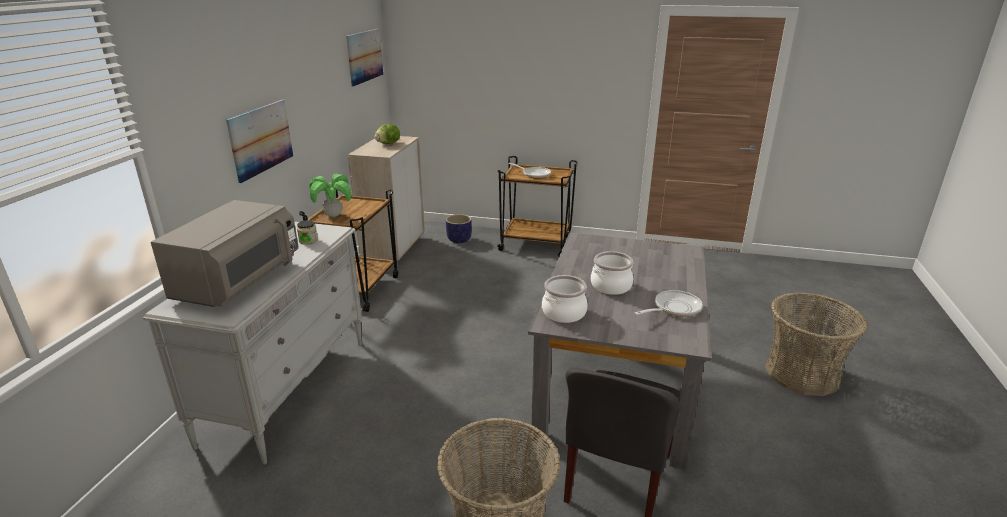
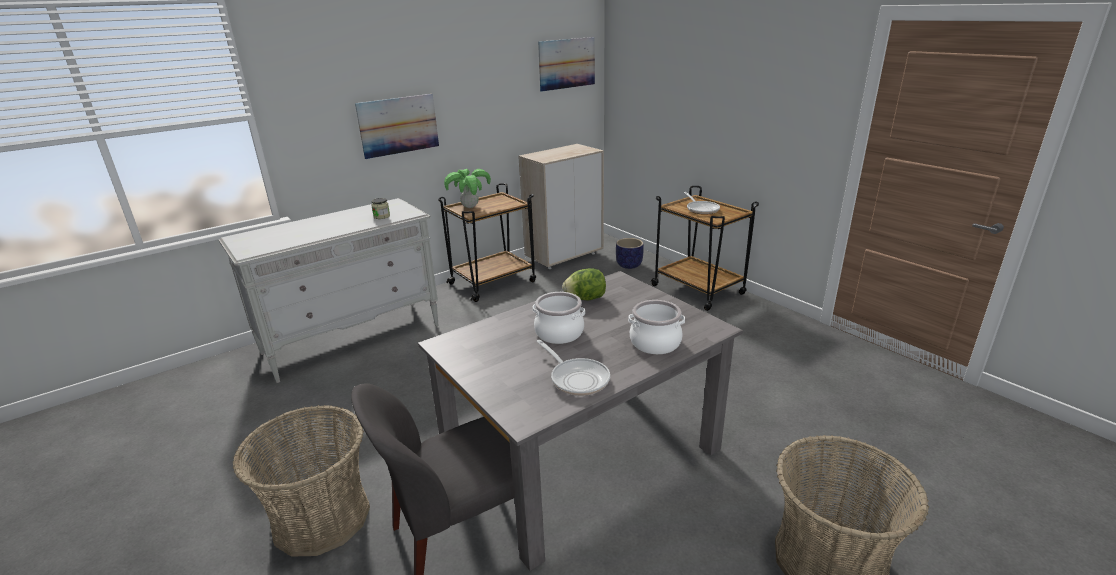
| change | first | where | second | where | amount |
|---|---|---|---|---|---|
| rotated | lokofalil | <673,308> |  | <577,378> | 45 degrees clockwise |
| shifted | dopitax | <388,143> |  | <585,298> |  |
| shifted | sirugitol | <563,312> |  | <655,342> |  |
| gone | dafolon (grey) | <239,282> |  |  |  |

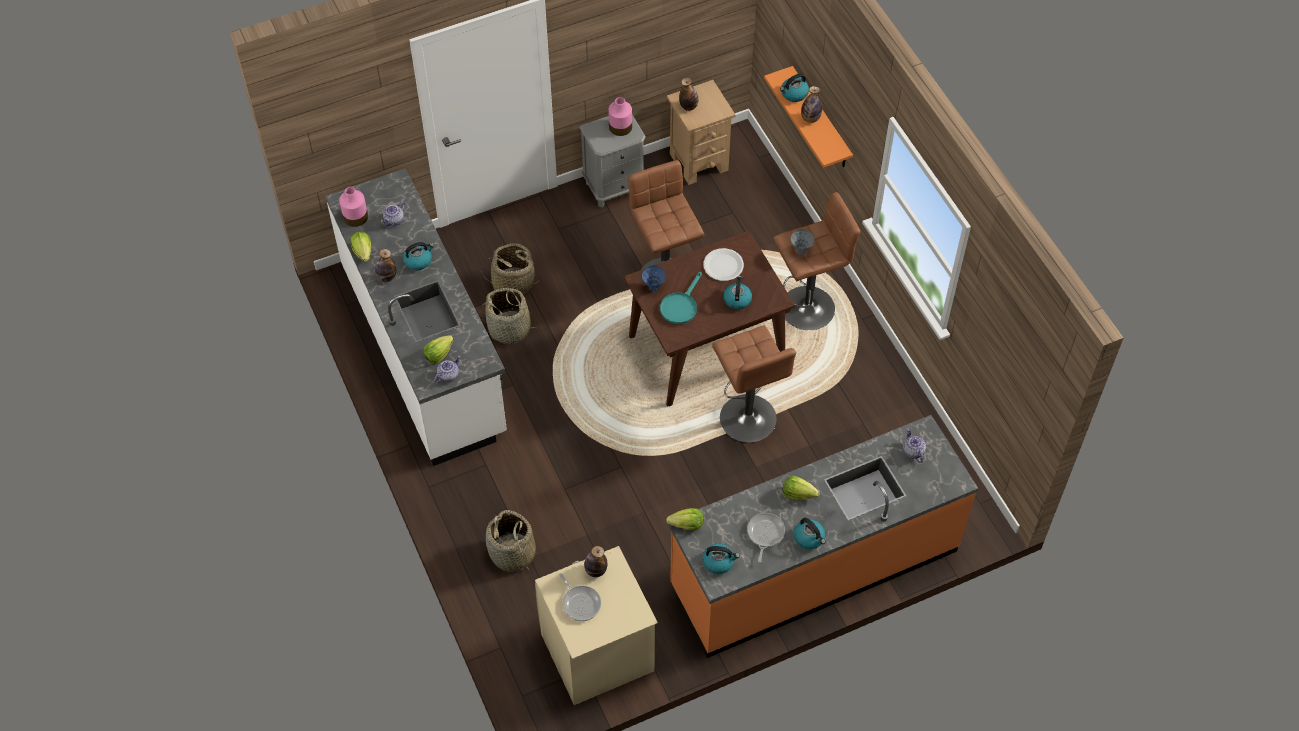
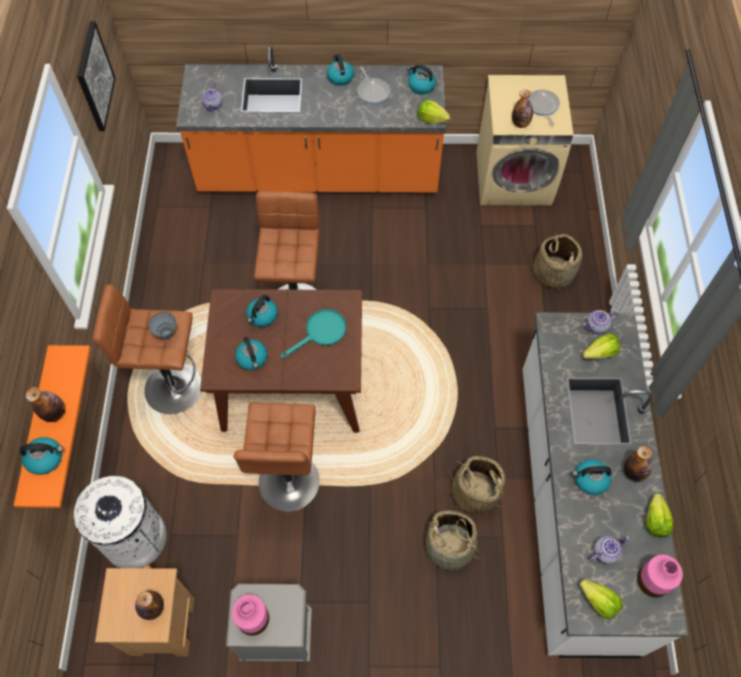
| change | first | where | second | where | amount |
|---|---|---|---|---|---|
| new |  |  | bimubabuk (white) | <136,539> |  |
| new |  |  | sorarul | <94,77> |  |
| swapped | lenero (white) | <723,265> | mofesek | <252,359> |  |
| rotated | lokofalil | <765,534> |  | <373,91> | 60 degrees counterclockwise |
| shifted | dopitax | <798,494> |  | <598,602> |  |
| gone | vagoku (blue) | <653,287> |  |  |  |

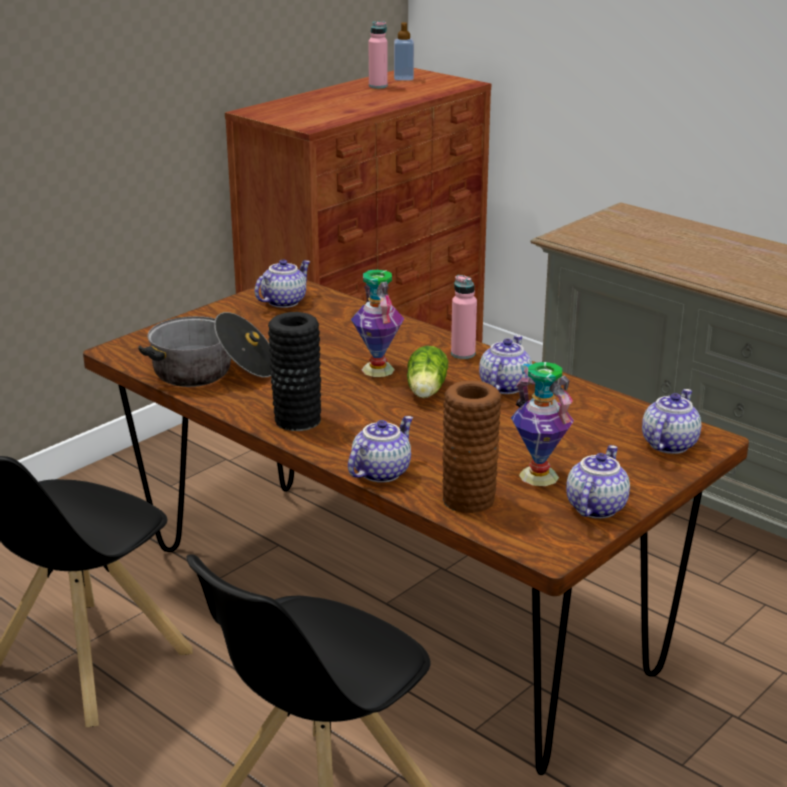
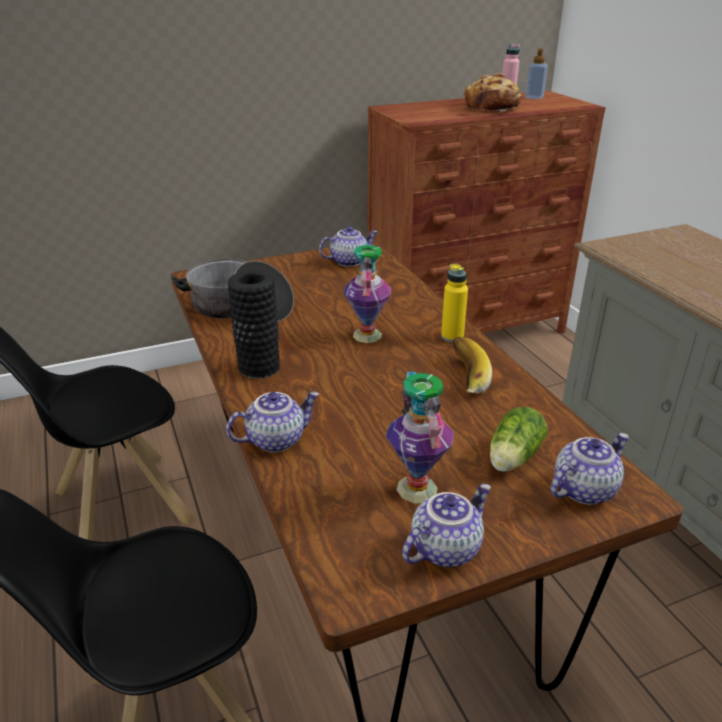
| change | first | where | second | where | amount |
|---|---|---|---|---|---|
| repainted | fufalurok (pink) | <463,354> | fufalurok (yellow) | <452,336> |  |
| swapped | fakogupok | <504,386> | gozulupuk | <463,377> |  |
| new |  |  | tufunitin | <492,108> |  |
| shifted | dopitax | <426,392> |  | <512,458> |  |
| gone | vagoku (brown) | <469,499> |  |  |  |

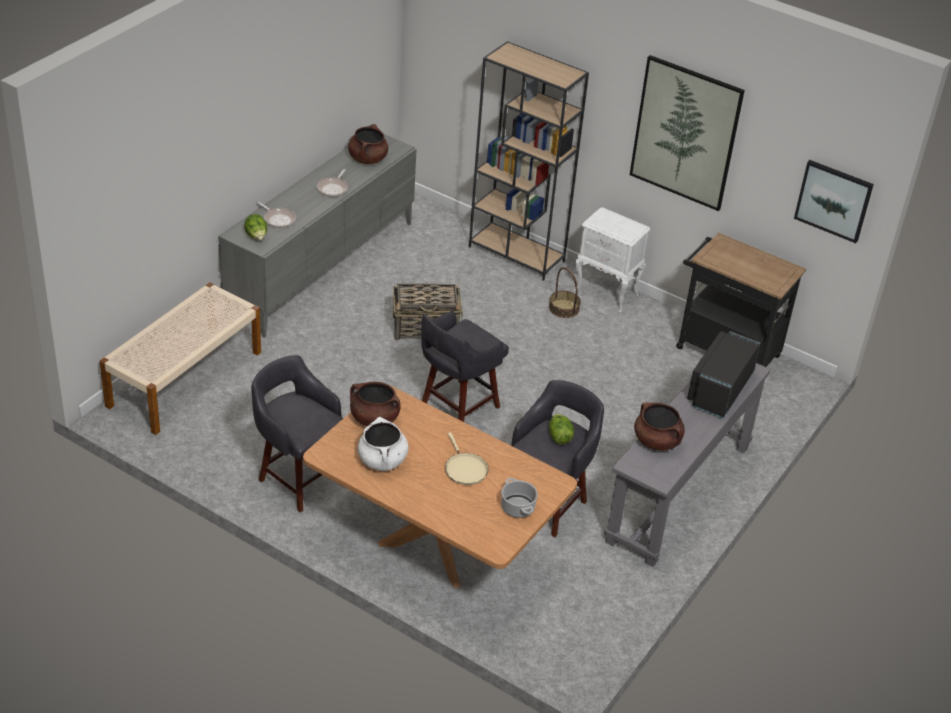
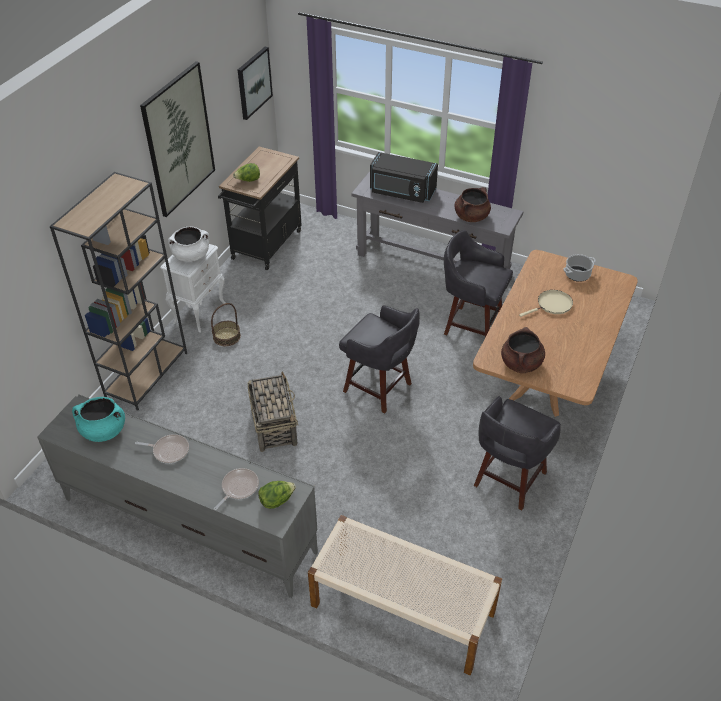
| change | first | where | second | where | amount |
|---|---|---|---|---|---|
| repainted | sirugitol (brown) | <367,159> | sirugitol (turquoise) | <103,431> |  |
| shifted | sirugitol (white) | <382,460> |  | <191,255> |  |
| shifted | dopitax | <559,437> |  | <248,180> |  |

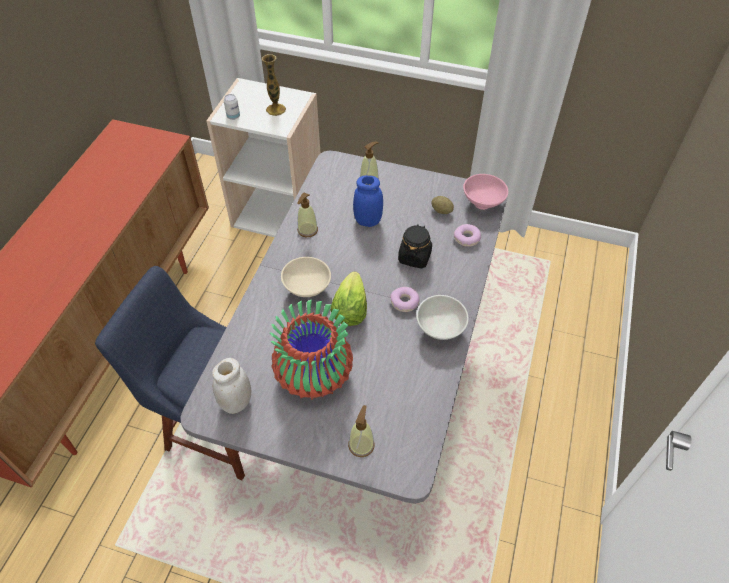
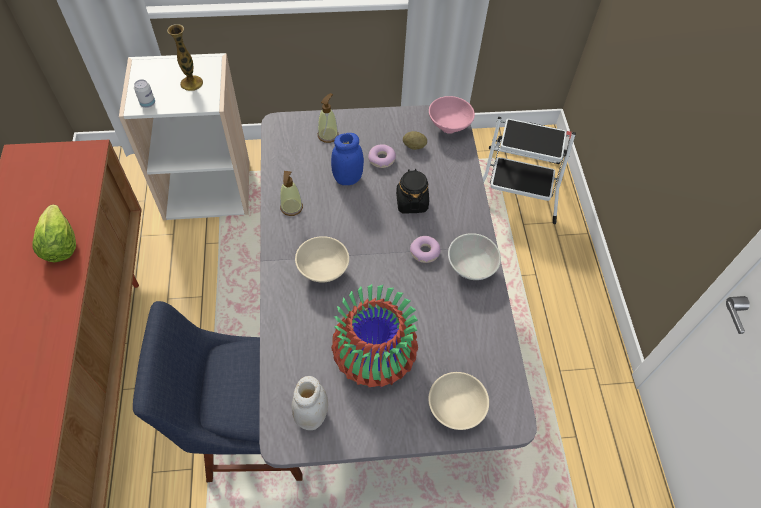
| change | first | where | second | where | amount |
|---|---|---|---|---|---|
| shifted | dopitax | <350,310> |  | <60,245> |  |
| shifted | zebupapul | <467,238> |  | <382,159> |  |
| swapped | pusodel | <361,445> | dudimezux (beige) | <454,410> |  |
| new |  |  | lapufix | <518,185> |  |

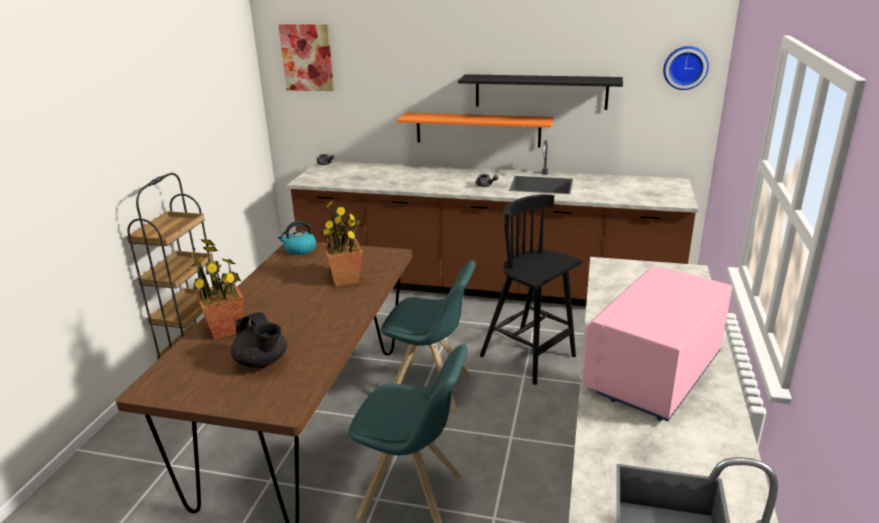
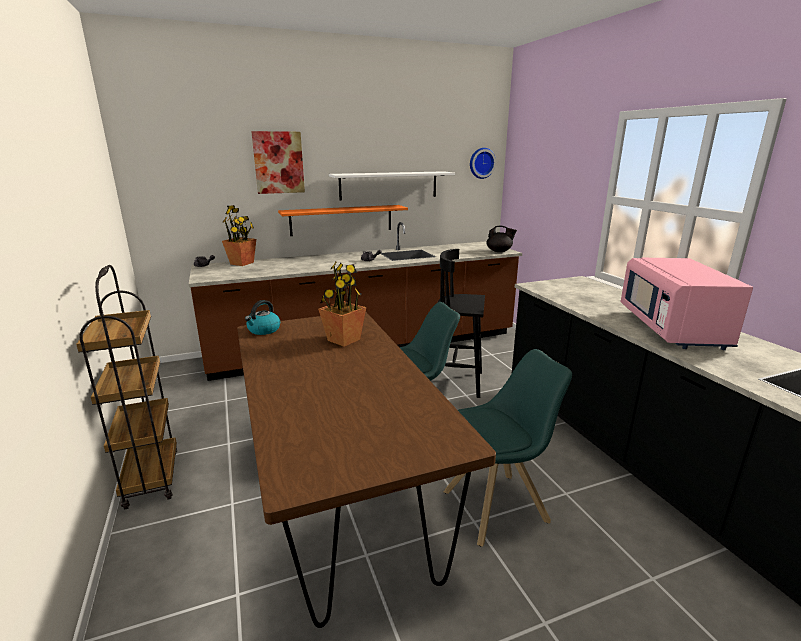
| change | first | where | second | where | amount |
|---|---|---|---|---|---|
| shifted | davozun | <226,329> |  | <242,263> |  |
| shifted | sorarul | <307,57> |  | <278,162> |  |
| repainted | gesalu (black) | <540,91> | gesalu (white) | <389,185> |  |
| shifted | fakogupok (black) | <262,362> |  | <499,251> |  |

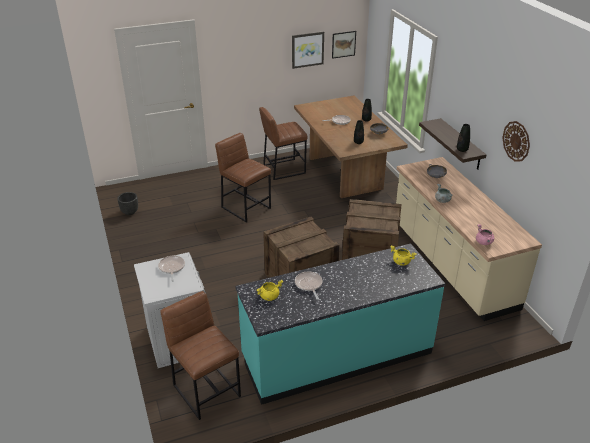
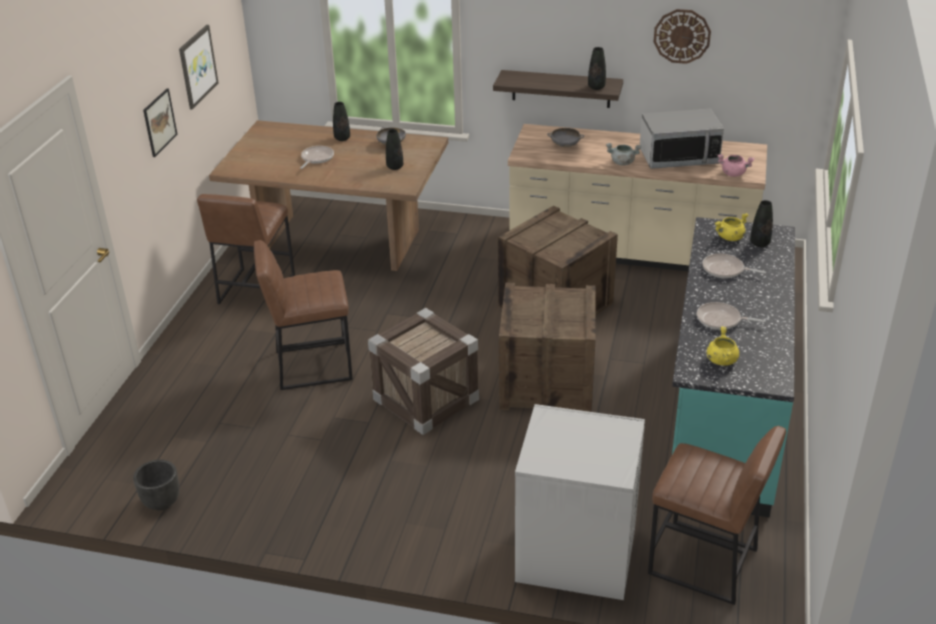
| change | first | where | second | where | amount |
|---|---|---|---|---|---|
| shifted | sorarul | <343,44> |  | <159,122> |  |
| new |  |  | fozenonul | <426,399> |  |
| new |  |  | dafolon | <678,157> |  |
| rotated | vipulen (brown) | <206,390> |  | <705,562> | 150 degrees counterclockwise |
| shifted | lokofalil | <171,268> |  | <725,270> |  |
| new |  |  | vagoku (black) | <759,243> |  |

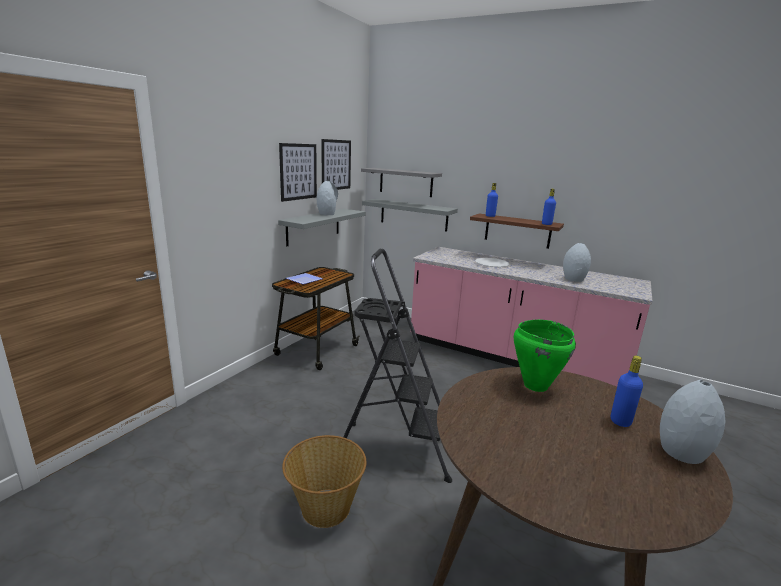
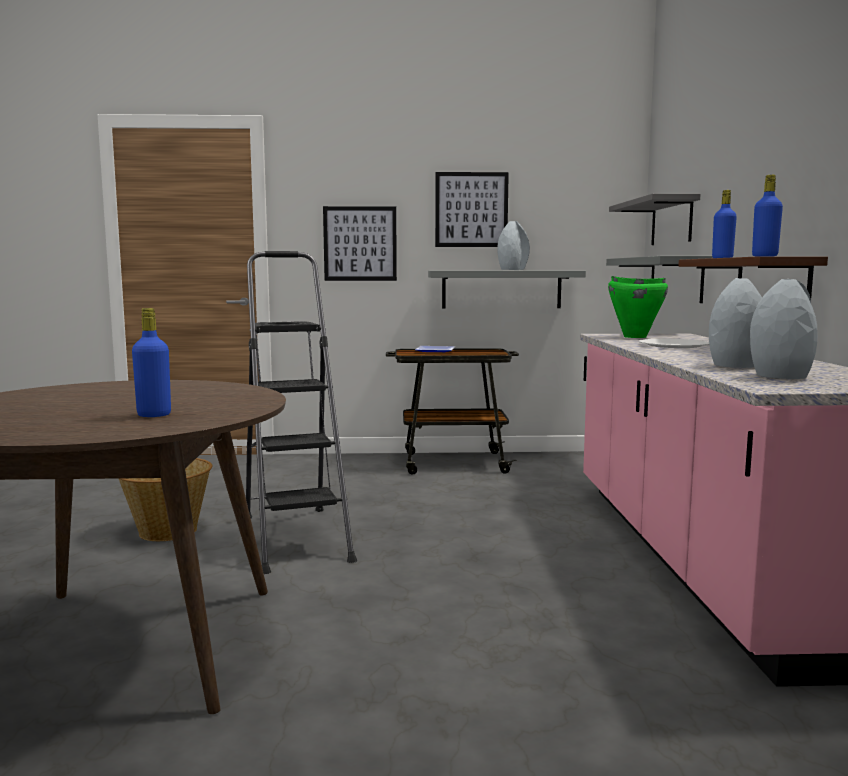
| change | first | where | second | where | amount |
|---|---|---|---|---|---|
| shifted | sorarul | <336,165> |  | <360,243> |  |
| shifted | sirugitol (green) | <535,385> |  | <634,337> |  |
| shifted | vagoku (grey) | <680,452> |  | <780,376> |  |

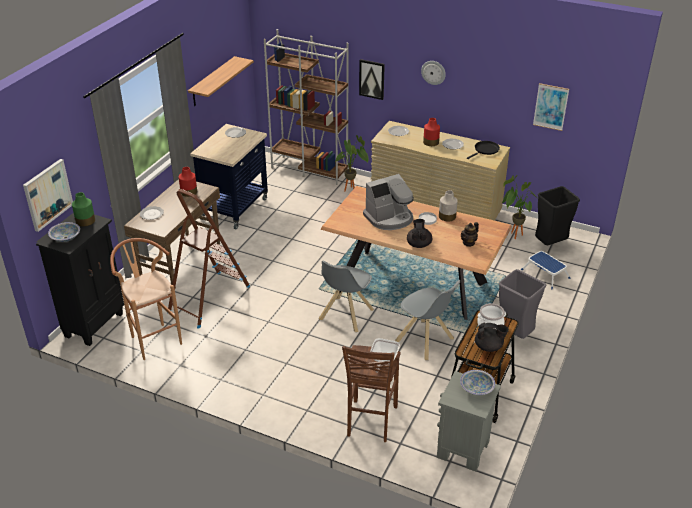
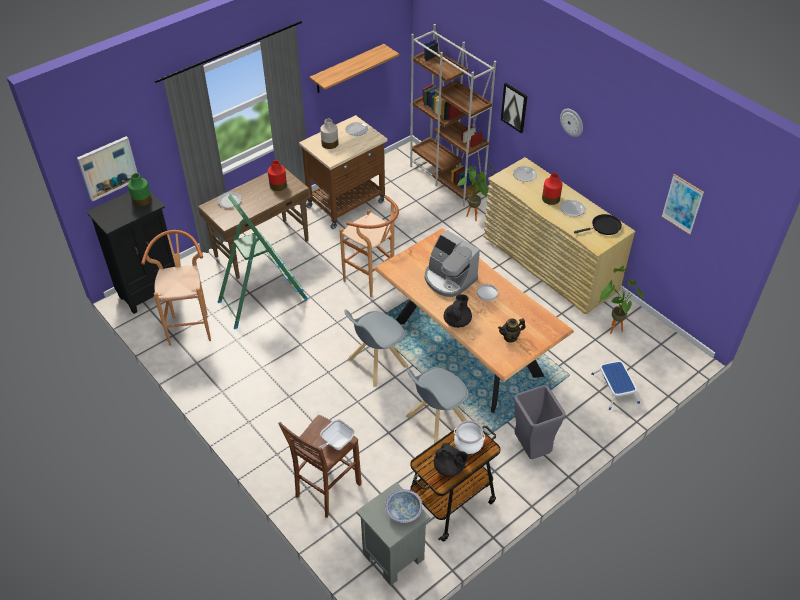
| change | first | where | second | where | amount |
|---|---|---|---|---|---|
| repainted | lapufix (brown) | <209,298> | lapufix (green) | <263,300> |  |
| repainted | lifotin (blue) | <234,208> | lifotin (brown) | <346,204> |  |
| shifted | vagoku (beige) | <447,216> |  | <330,143> |  |
| new |  |  | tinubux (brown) | <373,282> |  |
| rotated | vipulen (grey) | <426,341> |  | <436,421> | 75 degrees clockwise |
| rotated | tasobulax | <389,218> |  | <449,279> | 45 degrees clockwise |
| gone | dudimezux | <65,238> |  |  |  |
| gone | bimubabuk (black) | <550,245> |  |  |  |

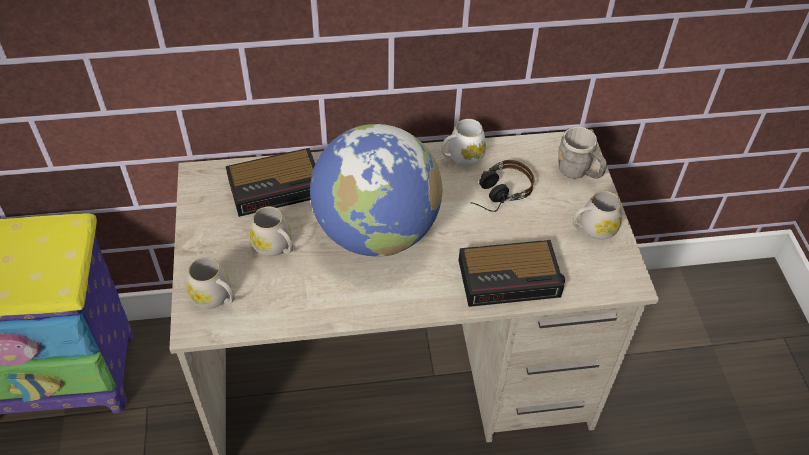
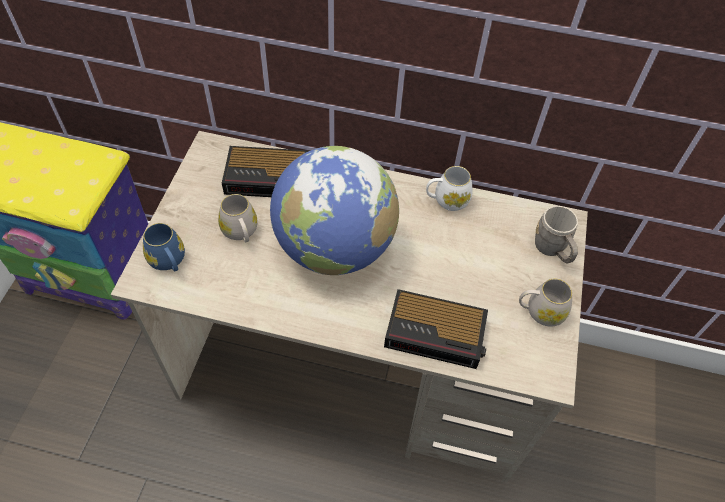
| change | first | where | second | where | amount |
|---|---|---|---|---|---|
| repainted | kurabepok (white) | <215,298> | kurabepok (blue) | <169,261> |  |
| gone | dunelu | <496,195> |  |  |  |

